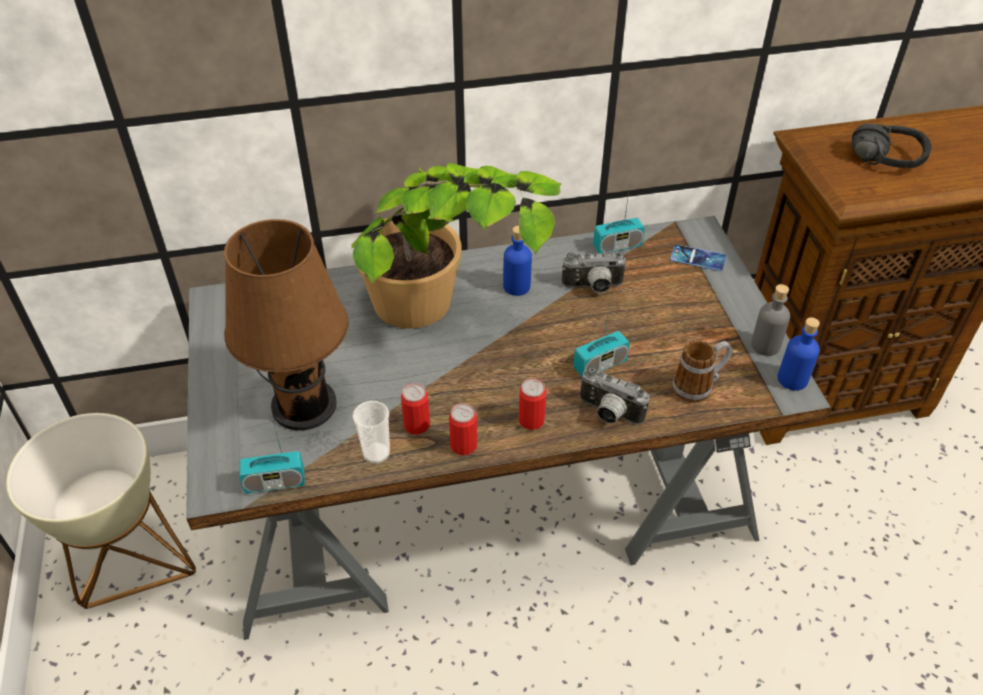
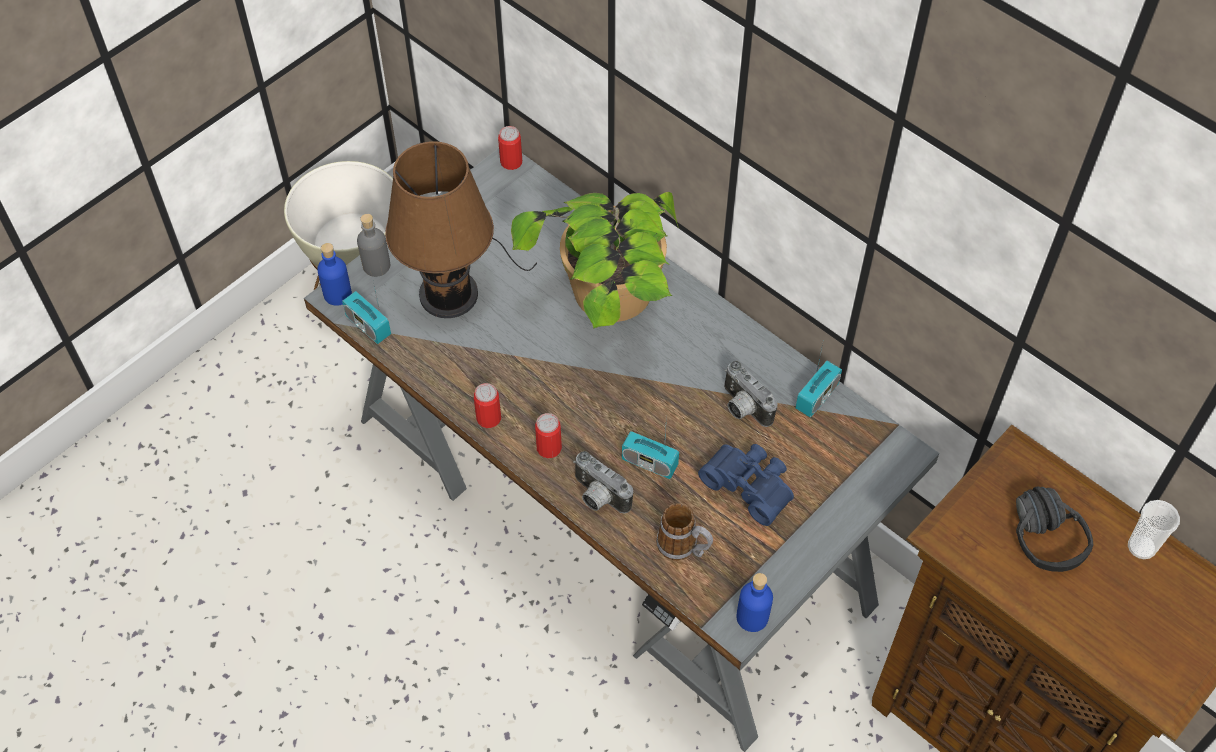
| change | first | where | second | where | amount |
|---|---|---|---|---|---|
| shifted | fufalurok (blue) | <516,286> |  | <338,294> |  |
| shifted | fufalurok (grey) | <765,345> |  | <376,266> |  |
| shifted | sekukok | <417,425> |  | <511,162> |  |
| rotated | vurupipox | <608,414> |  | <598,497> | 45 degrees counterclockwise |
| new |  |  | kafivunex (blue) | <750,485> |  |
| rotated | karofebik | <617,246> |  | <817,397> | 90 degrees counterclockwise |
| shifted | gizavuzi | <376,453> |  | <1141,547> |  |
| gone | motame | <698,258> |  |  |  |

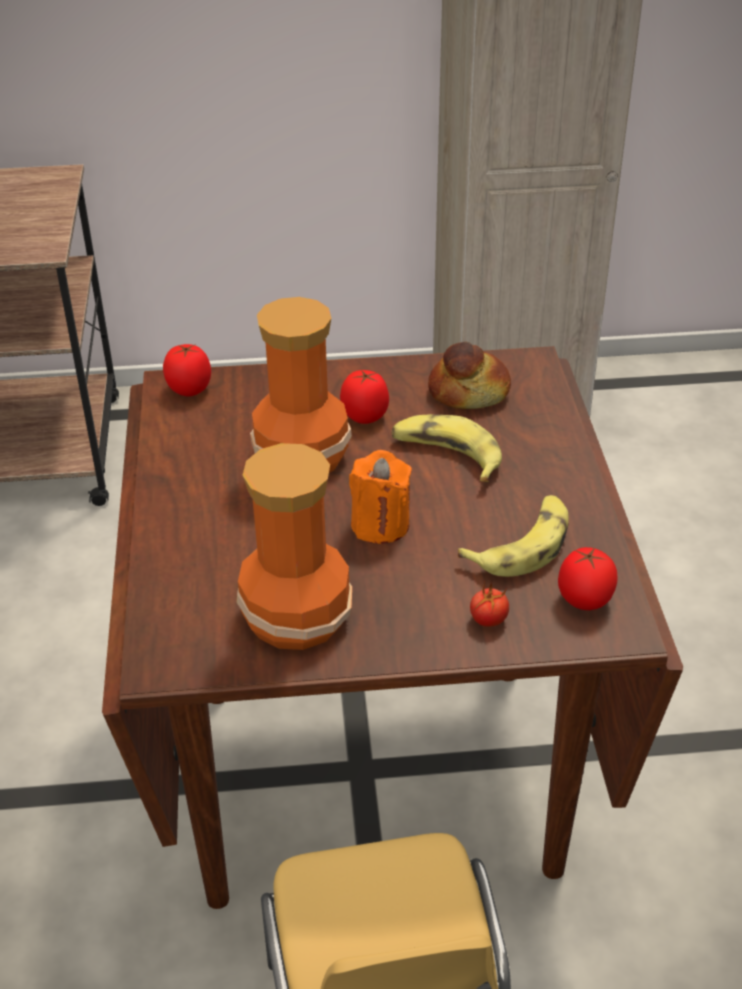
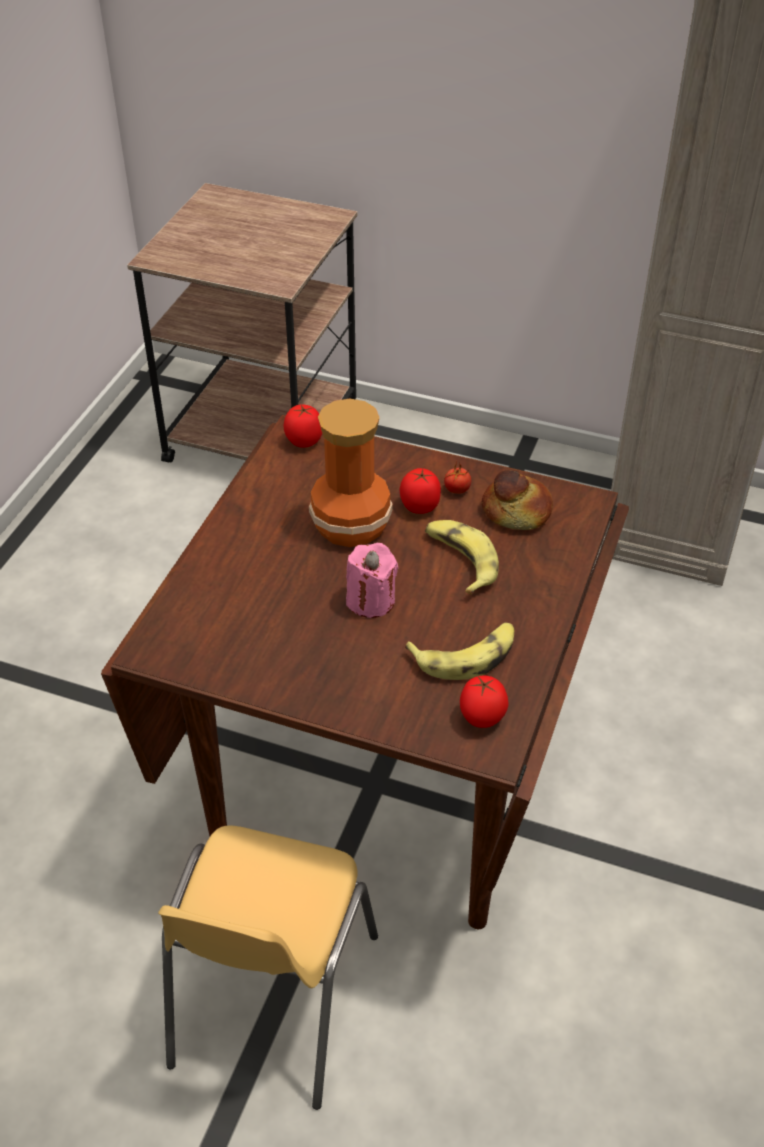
| change | first | where | second | where | amount |
|---|---|---|---|---|---|
| repainted | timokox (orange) | <380,525> | timokox (pink) | <371,601> |  |
| shifted | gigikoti | <488,620> |  | <456,490> |  |
| gone | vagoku | <293,616> |  |  |  |

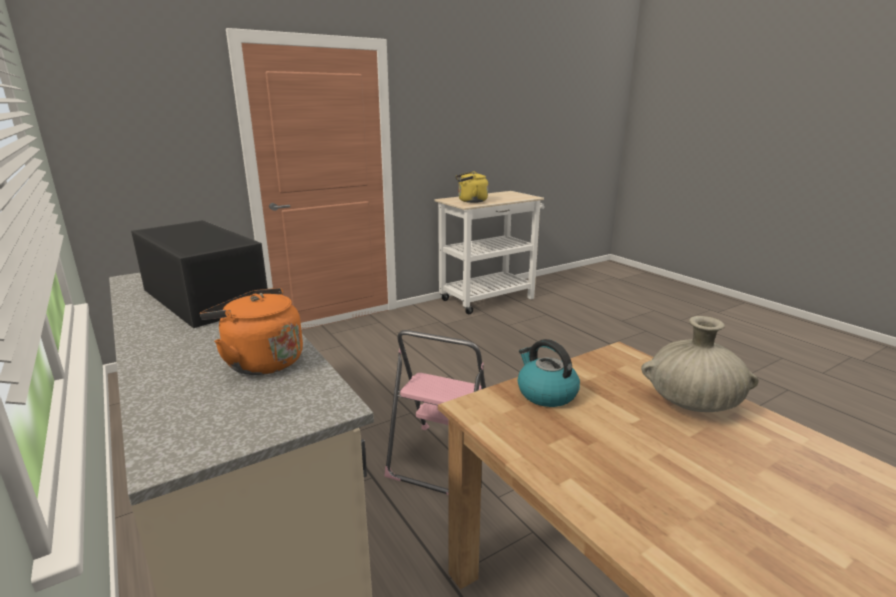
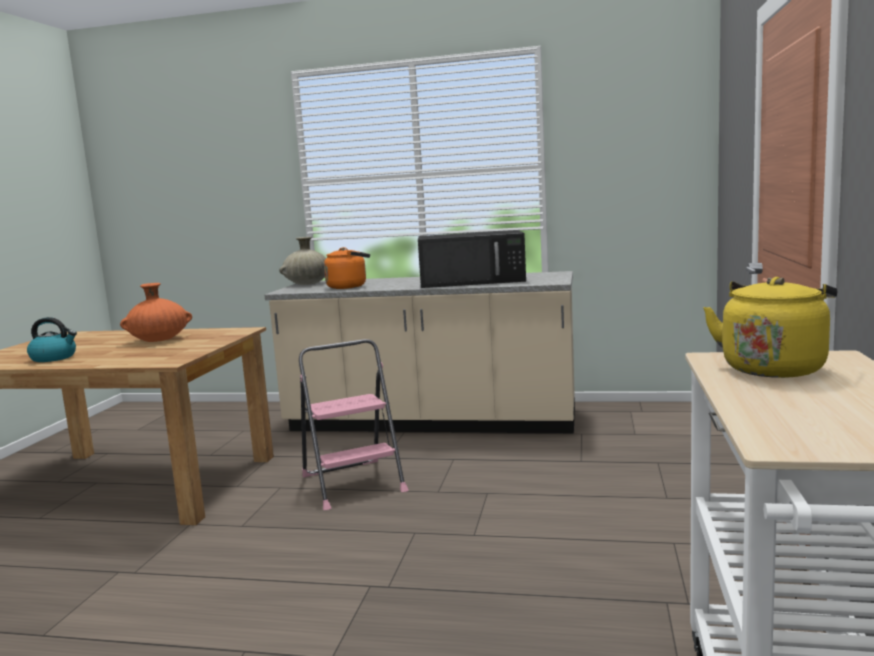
| change | first | where | second | where | amount |
|---|---|---|---|---|---|
| shifted | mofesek | <546,393> |  | <54,358> |  |
| new |  |  | vagoku (orange) | <159,340> |  |
| shifted | vagoku (beige) | <692,403> |  | <307,284> |  |

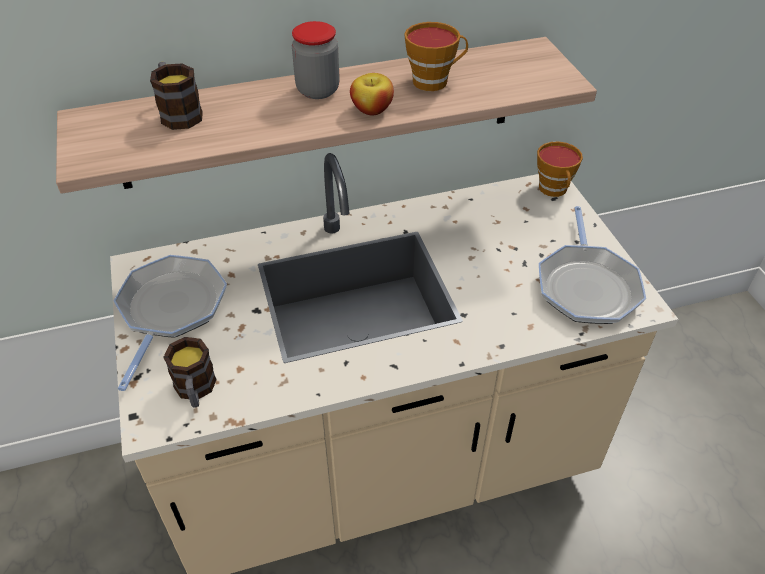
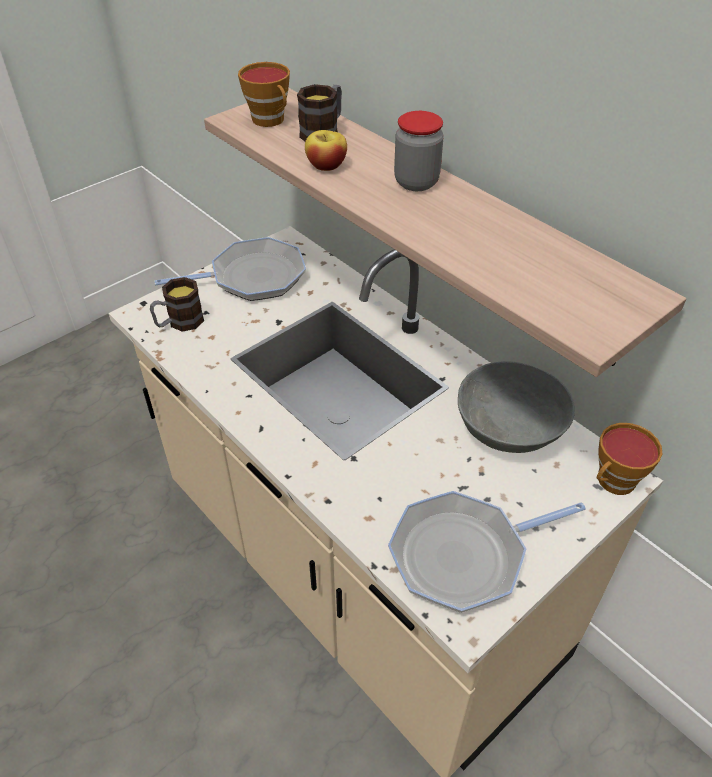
| change | first | where | second | where | amount |
|---|---|---|---|---|---|
| shifted | gizavuzi | <434,81> |  | <271,120> |  |
| shifted | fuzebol | <372,109> |  | <326,166> |  |
| new |  |  | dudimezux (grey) | <510,429> |  |

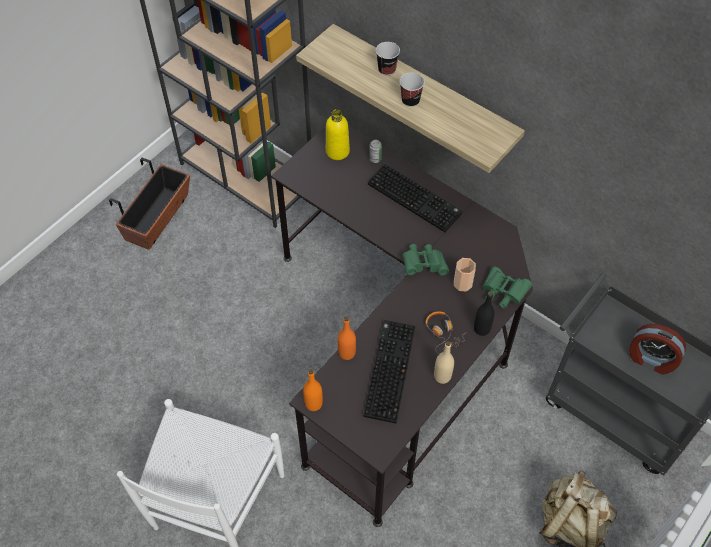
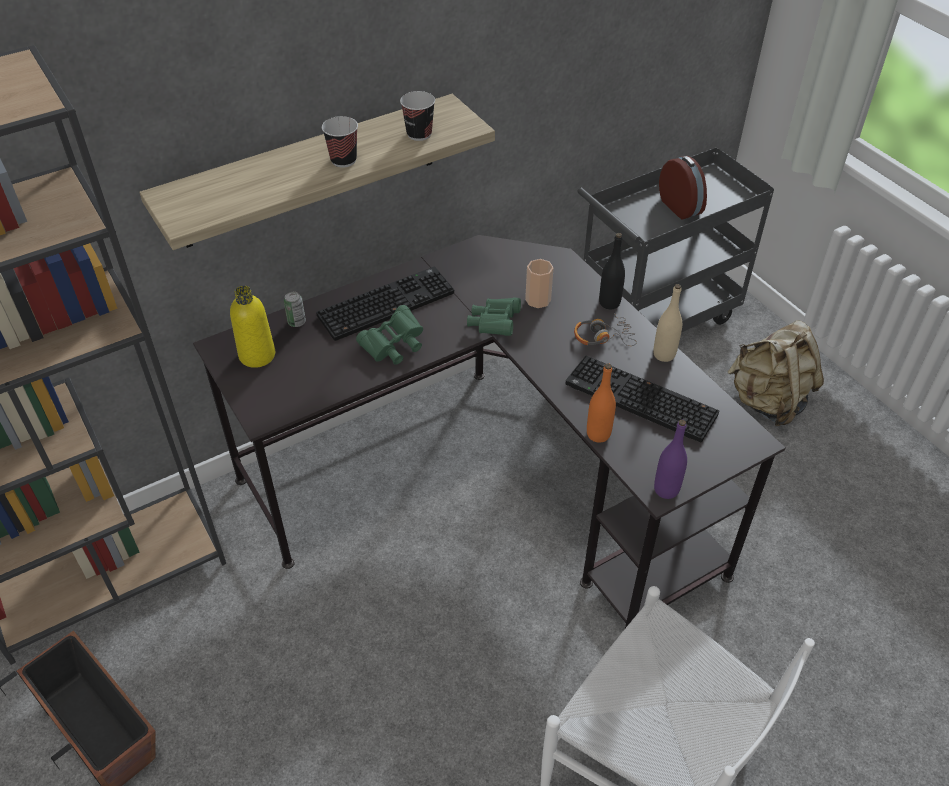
| change | first | where | second | where | amount |
|---|---|---|---|---|---|
| shifted | kafivunex (green) | <502,293> |  | <394,346> |  |
| shifted | gizavuzi | <387,70> |  | <419,134> |  |
| repainted | fufalurok (orange) | <313,403> | fufalurok (purple) | <666,489> |  |
| rotated | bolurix | <651,359> |  | <681,206> | 75 degrees counterclockwise |

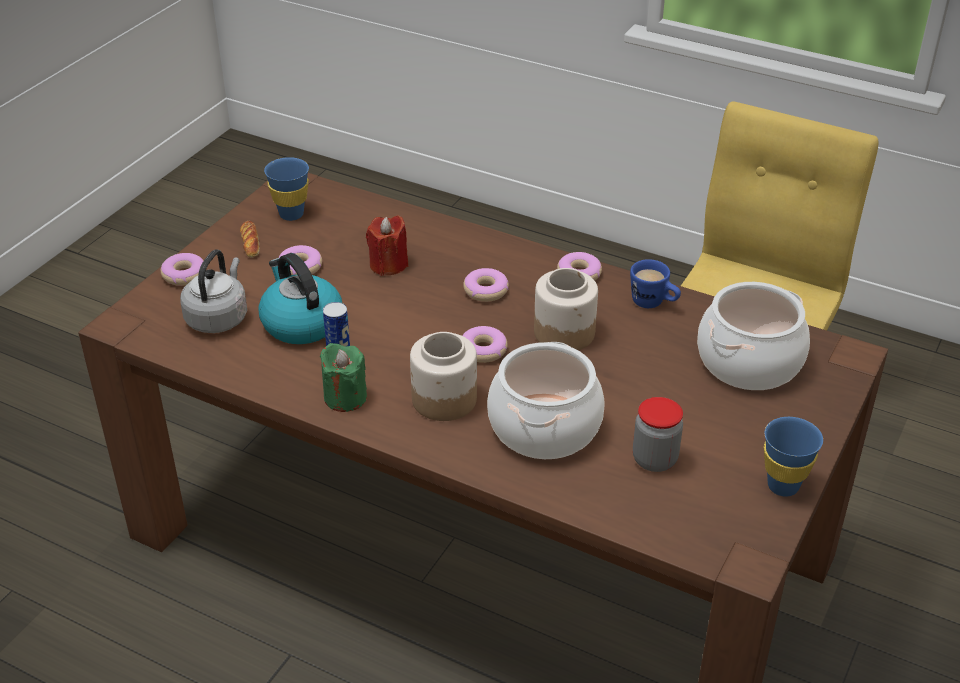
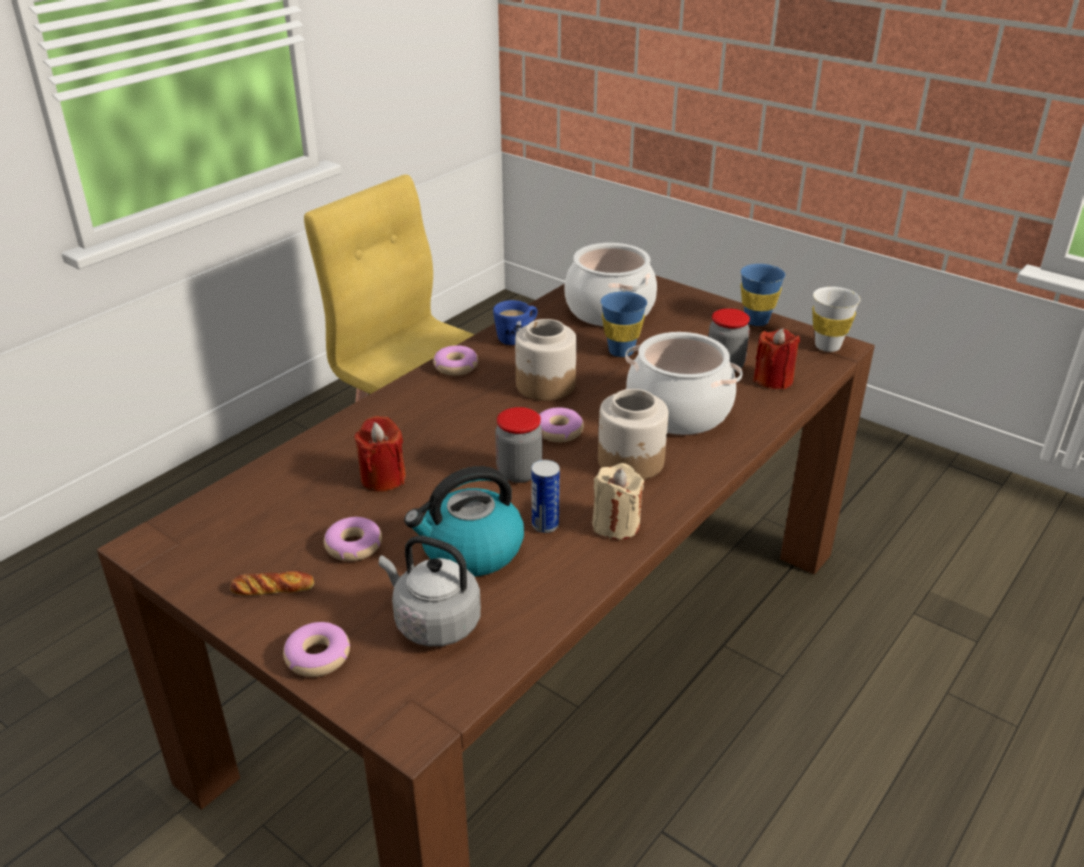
| change | first | where | second | where | amount |
|---|---|---|---|---|---|
| new |  |  | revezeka | <519,472> |  |
| repainted | timokox (green) | <345,397> | timokox (beige) | <616,524> |  |
| shifted | gizavuzi (blue) | <291,214> |  | <621,351> |  |
| new |  |  | timokox (red) | <773,380> |  |
| new |  |  | gizavuzi (white) | <827,346> |  |
| gone | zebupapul | <486,290> |  |  |  |

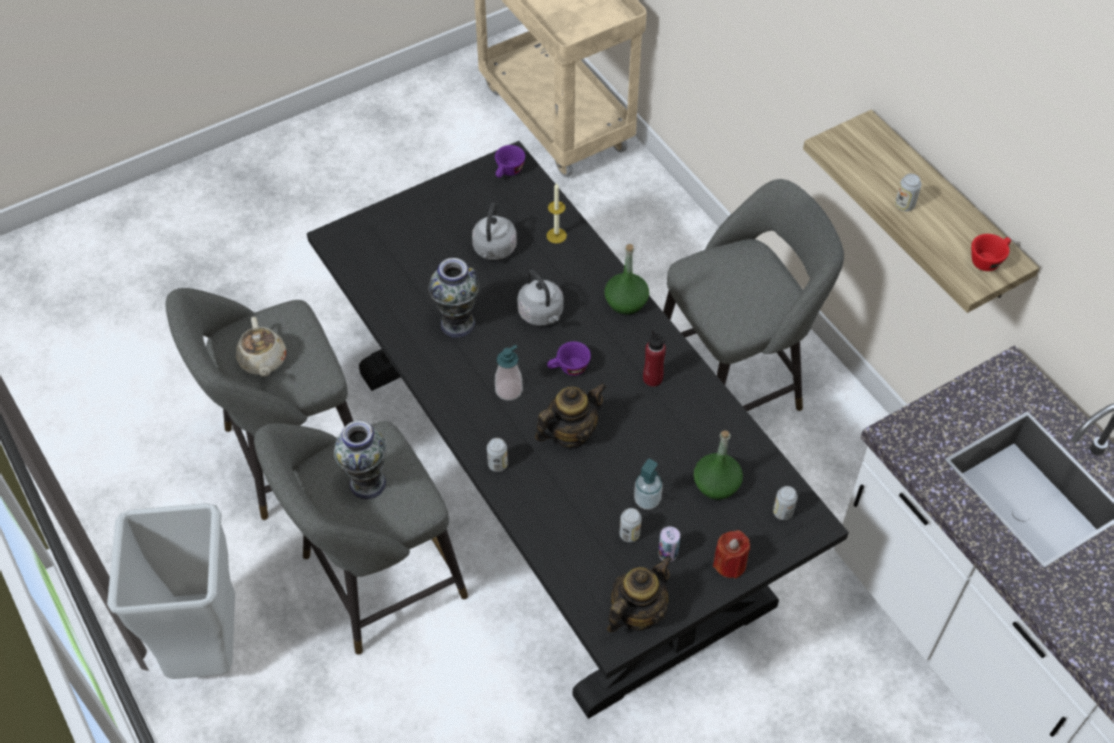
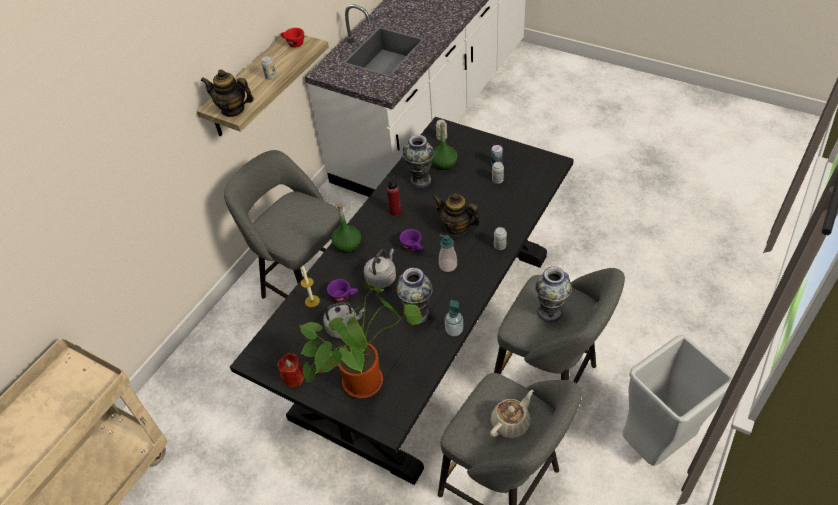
| change | first | where | second | where | amount |
|---|---|---|---|---|---|
| shifted | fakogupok | <637,613> |  | <233,109> |  |
| shifted | timokox (red) | <730,563> |  | <293,377> |  |
| new |  |  | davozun | <365,378> |  |
| shifted | gizavuzi (purple) | <508,172> |  | <343,296> |  |
| new |  |  | vagoku | <420,180> |  |
| shifted | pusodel | <647,500> |  | <454,330> |  |

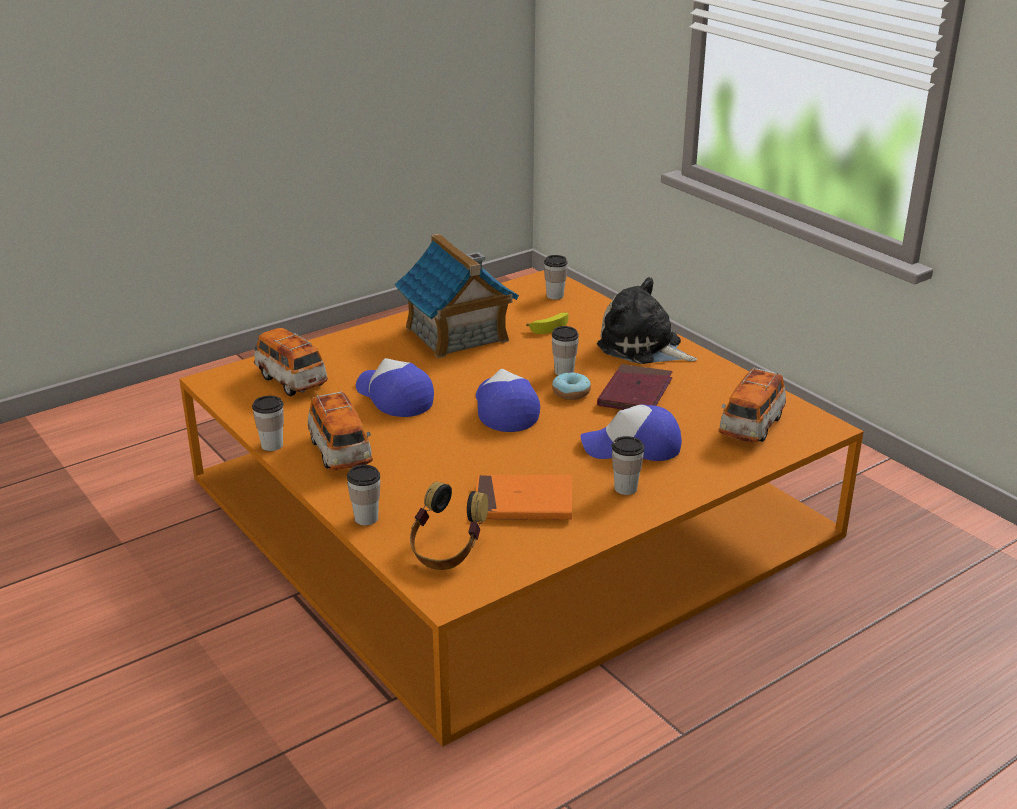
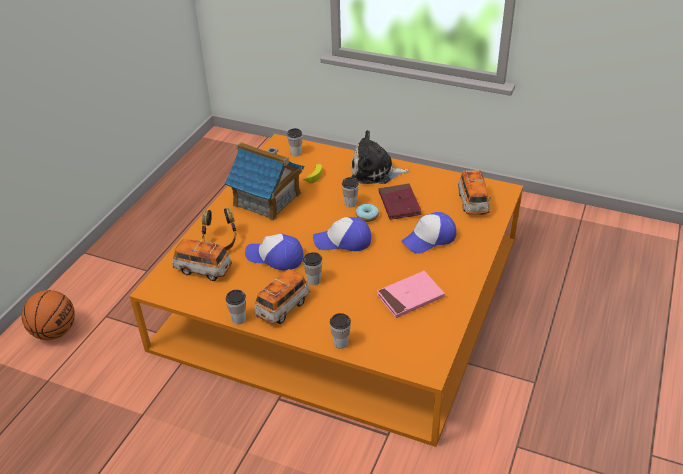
| change | first | where | second | where | amount |
|---|---|---|---|---|---|
| new |  |  | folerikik | <55,332> |  |
| shifted | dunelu | <447,551> |  | <220,242> |  |
| rotated | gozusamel | <340,453> |  | <283,307> | 90 degrees counterclockwise |
| shifted | gizavuzi | <625,488> |  | <314,280> |  |
| rotated | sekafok | <504,409> |  | <343,241> | 45 degrees counterclockwise |
| repainted | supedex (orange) | <523,503> | supedex (pink) | <410,296> |  |

